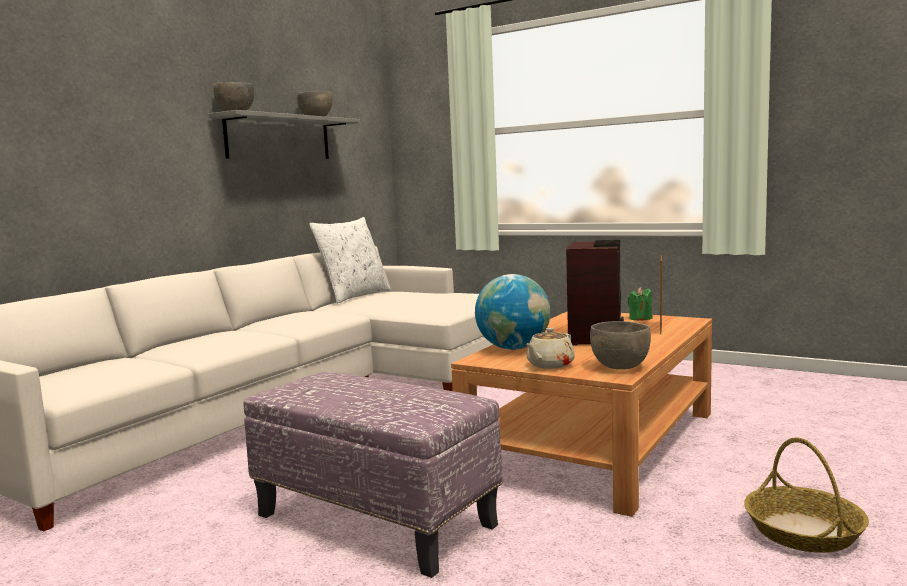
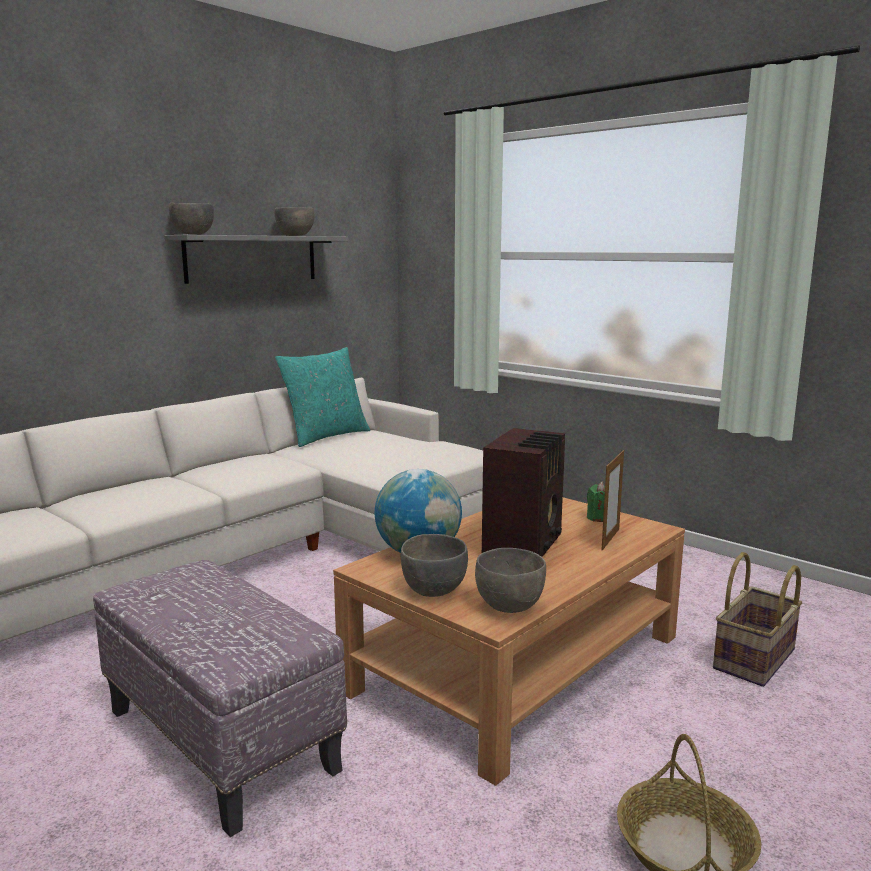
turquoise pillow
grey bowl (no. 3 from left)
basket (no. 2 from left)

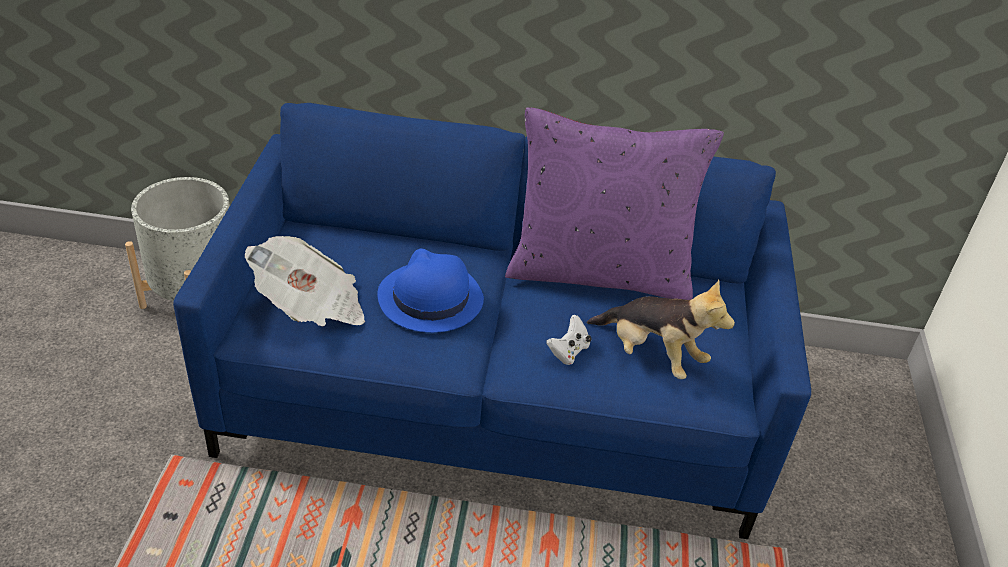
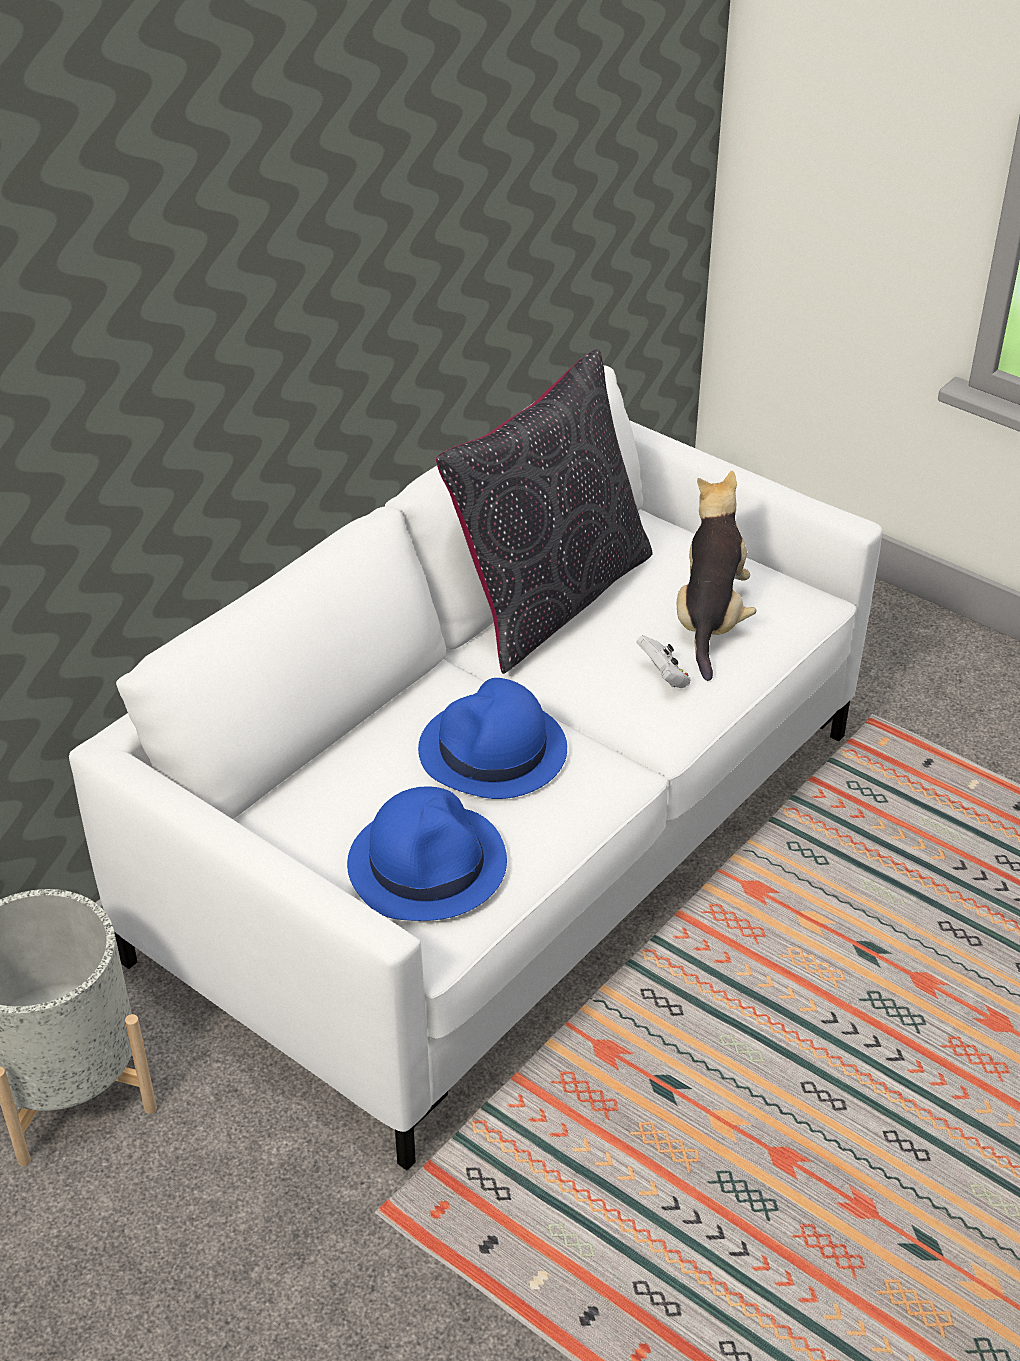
white sofa
black pillow
blue hat (no. 1 from left)
plush toy

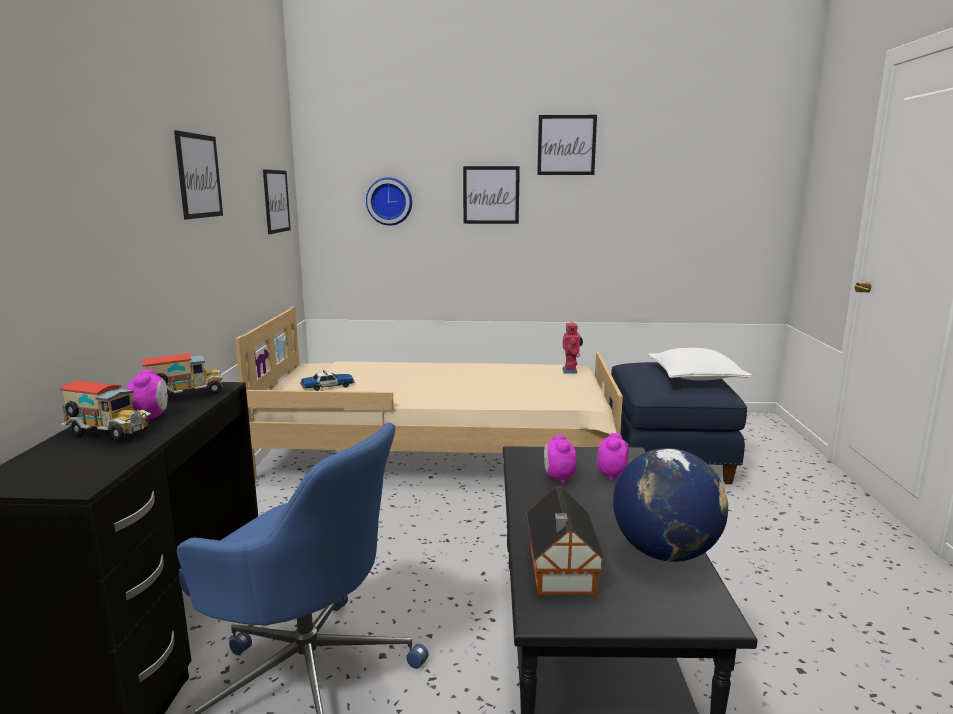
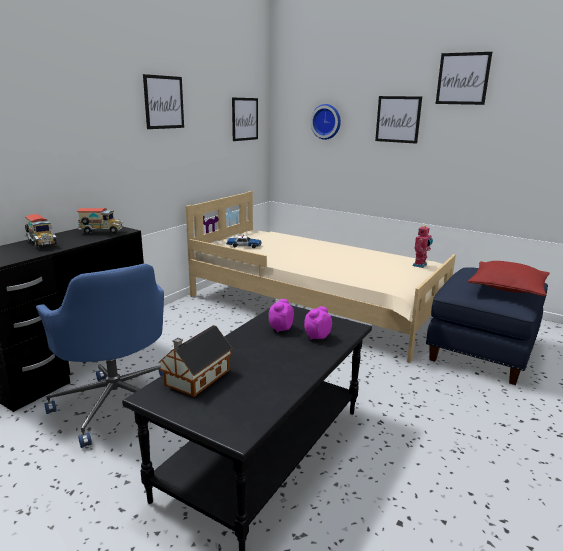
red pillow
alarm clock (no. 1 from left in the first image)
globe

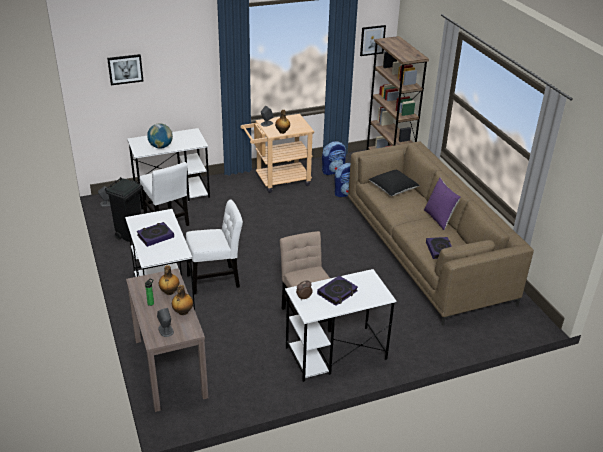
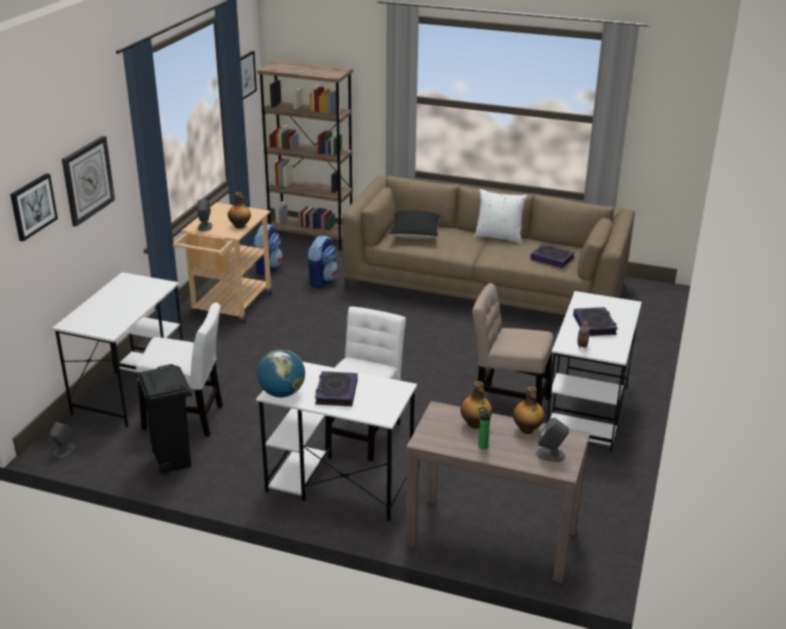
globe
white pillow
wall clock

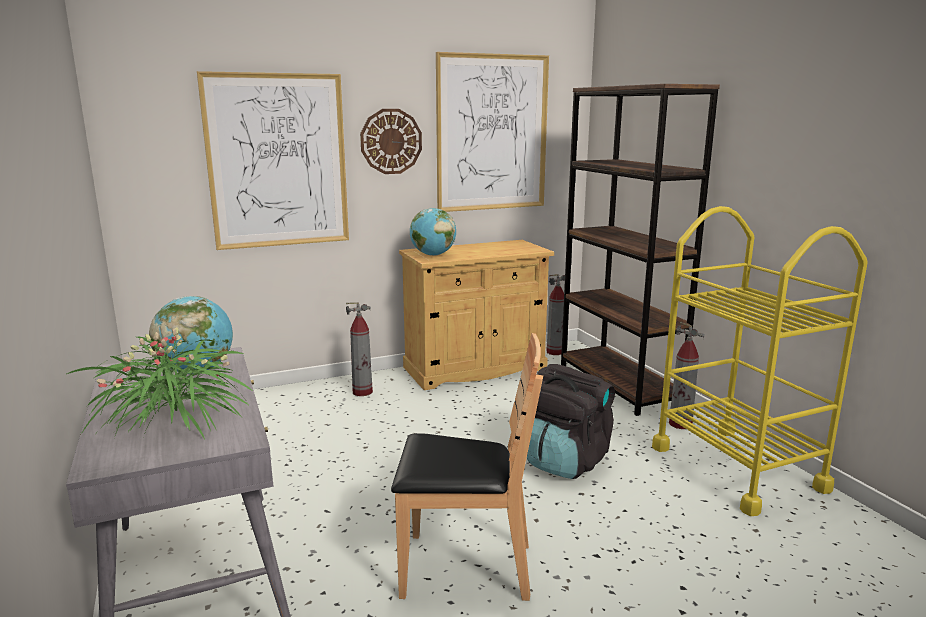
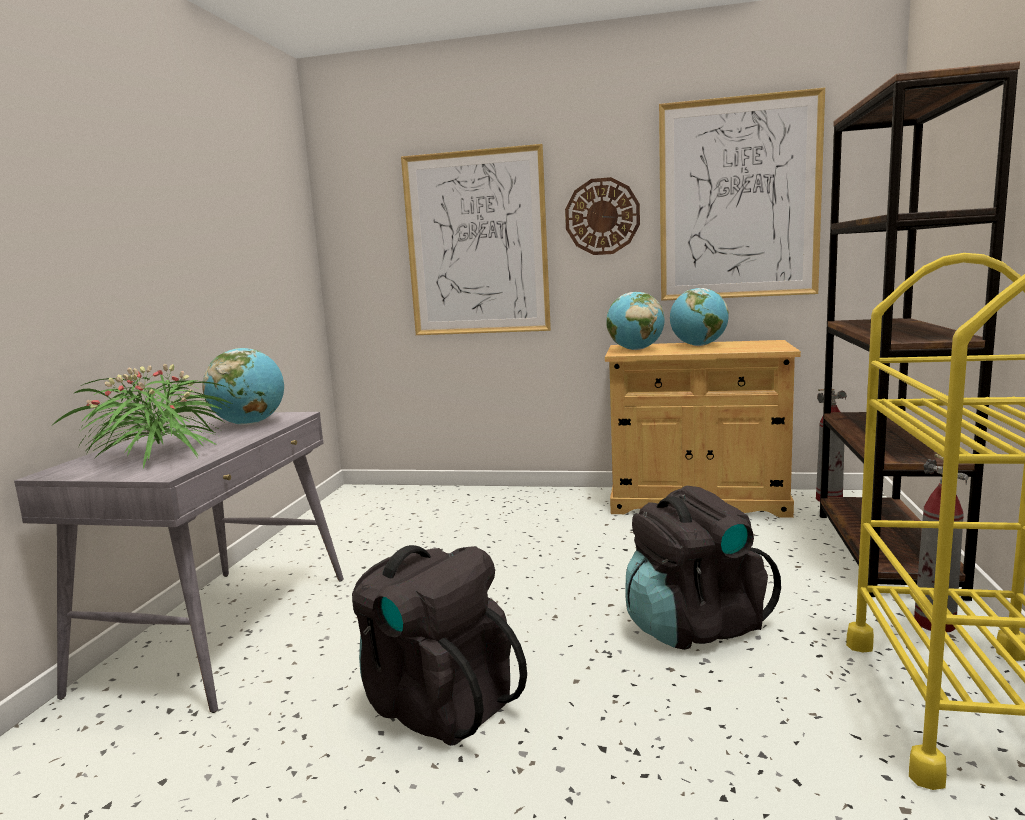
fire extinguisher (no. 1 from left in the first image)
black backpack (no. 1 from left)
globe (no. 3 from left)

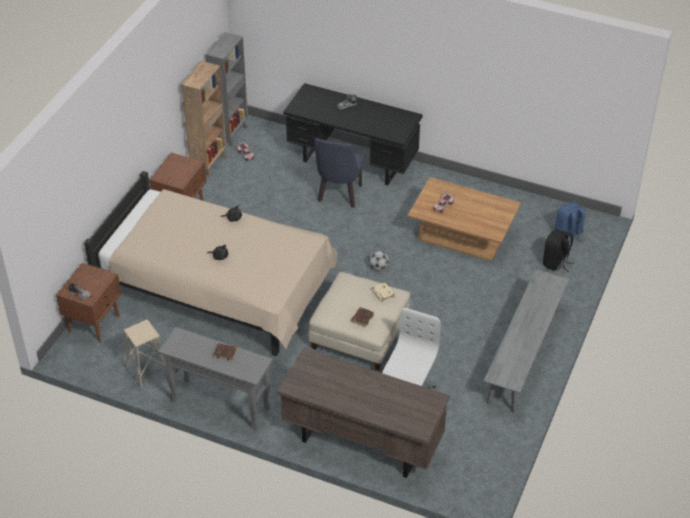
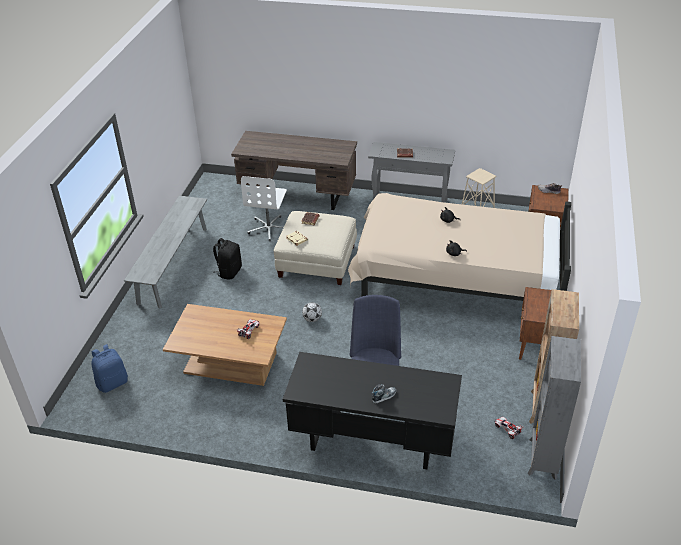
black backpack

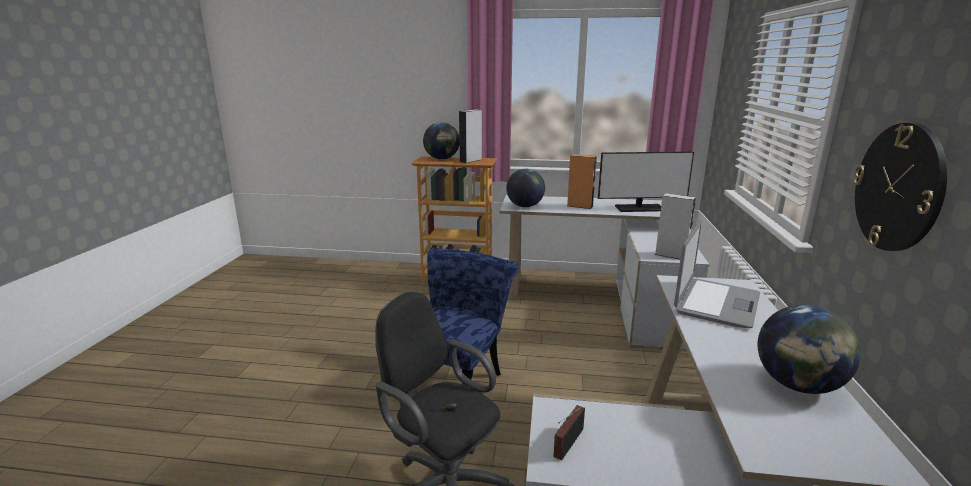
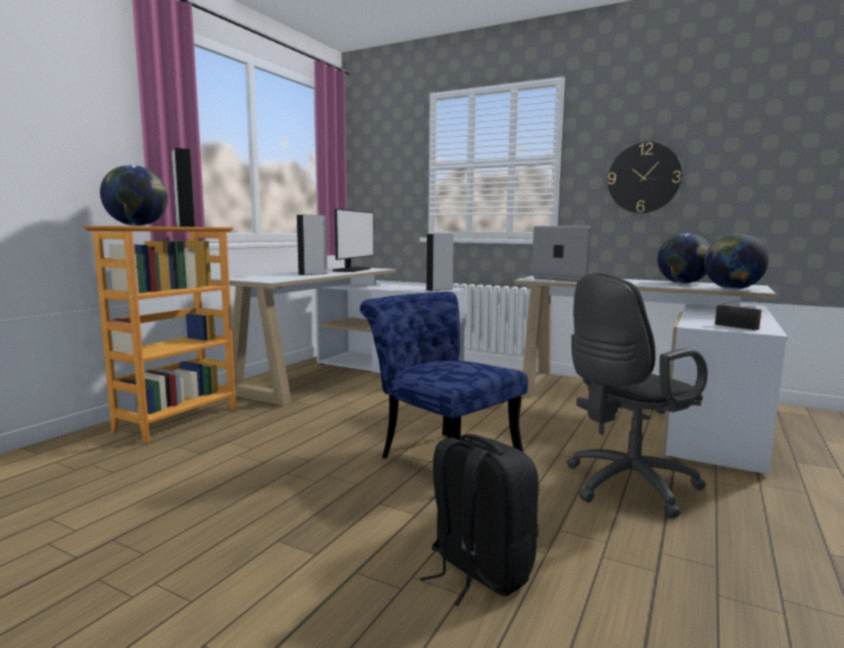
grey speaker (no. 2 from left)
globe (no. 3 from left)
black backpack

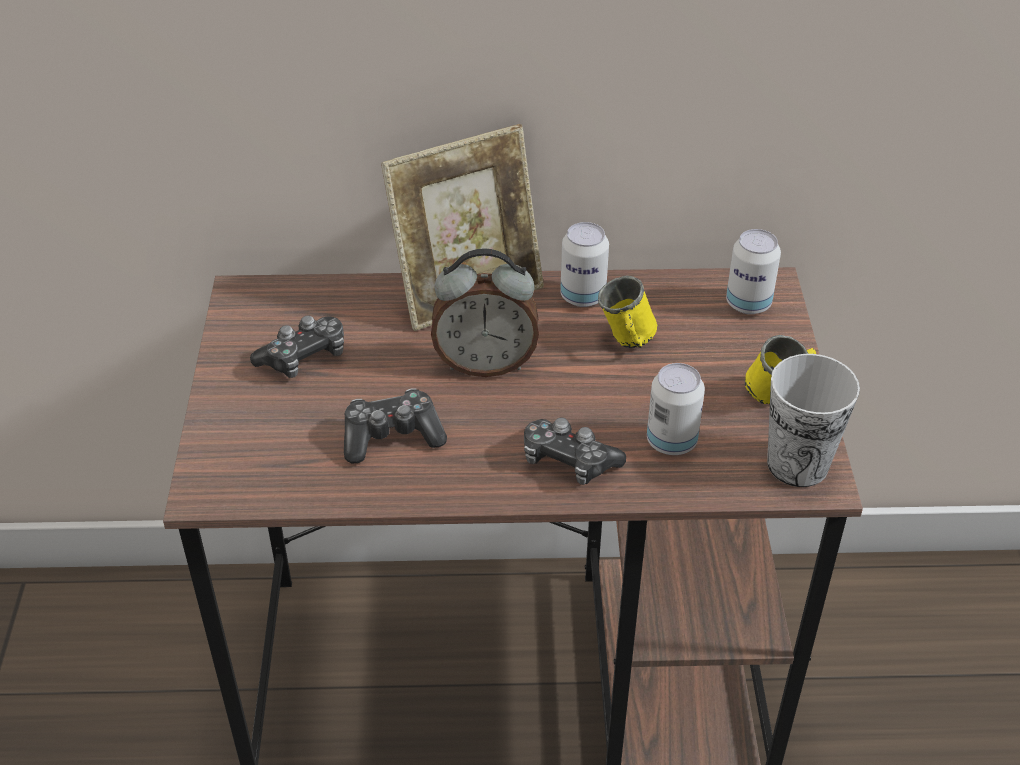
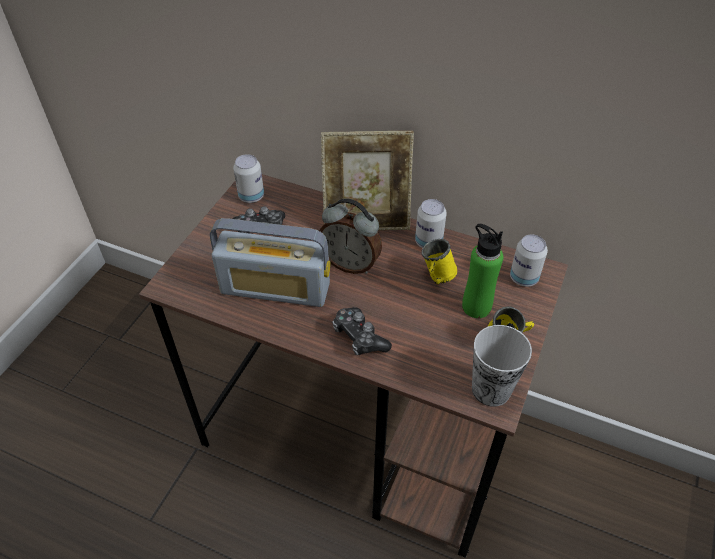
can (no. 1 from left)
radio
green bottle

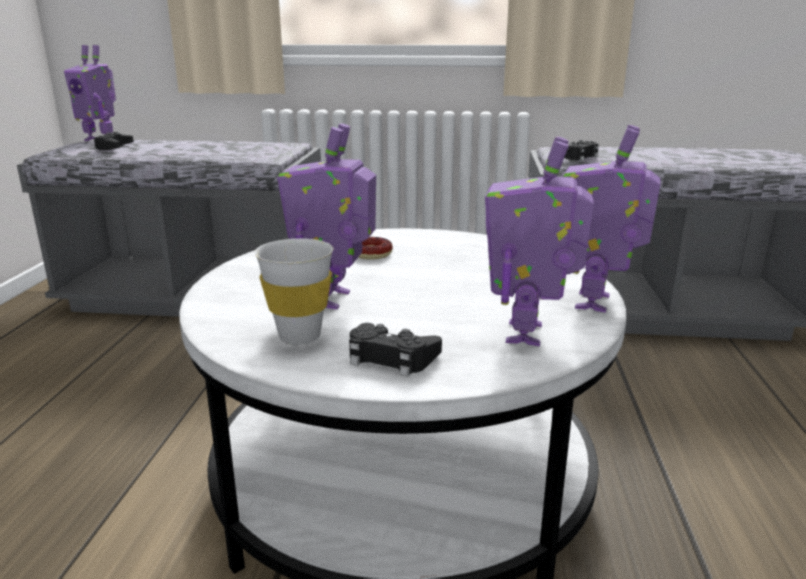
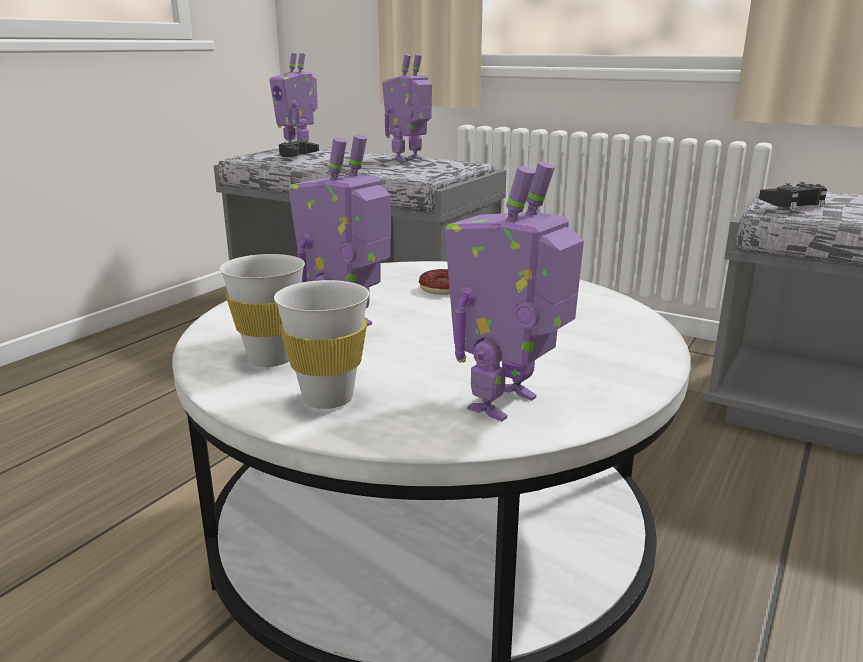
toy robot (no. 3 from left)
white cup (no. 2 from left)

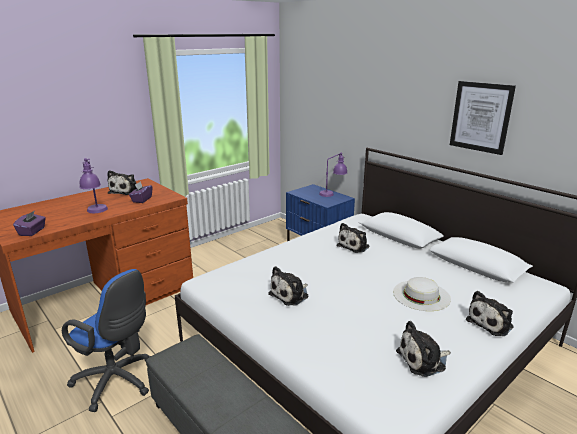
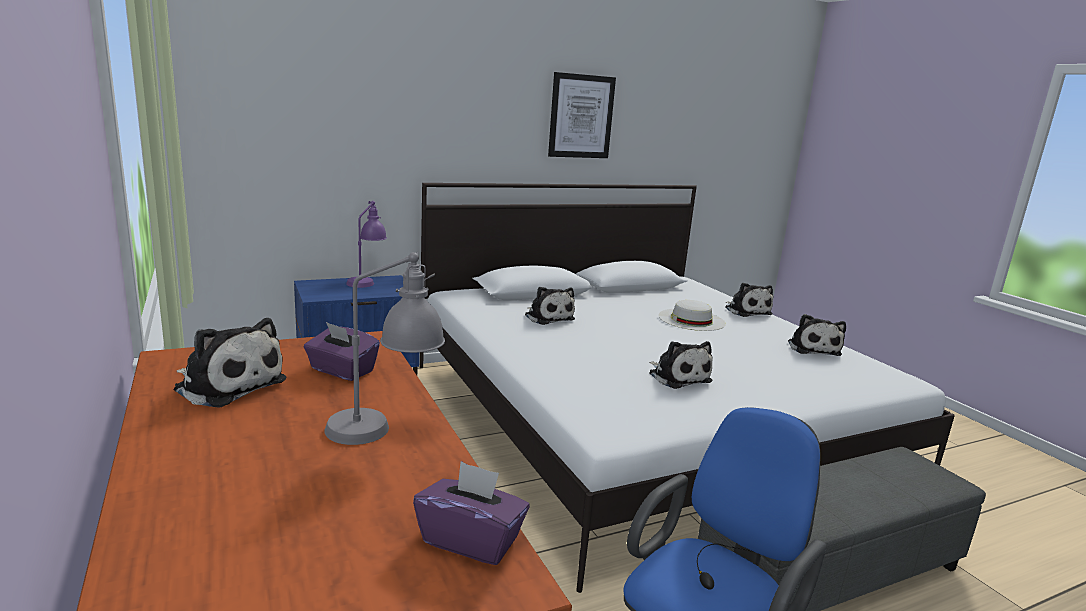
grey table lamp

